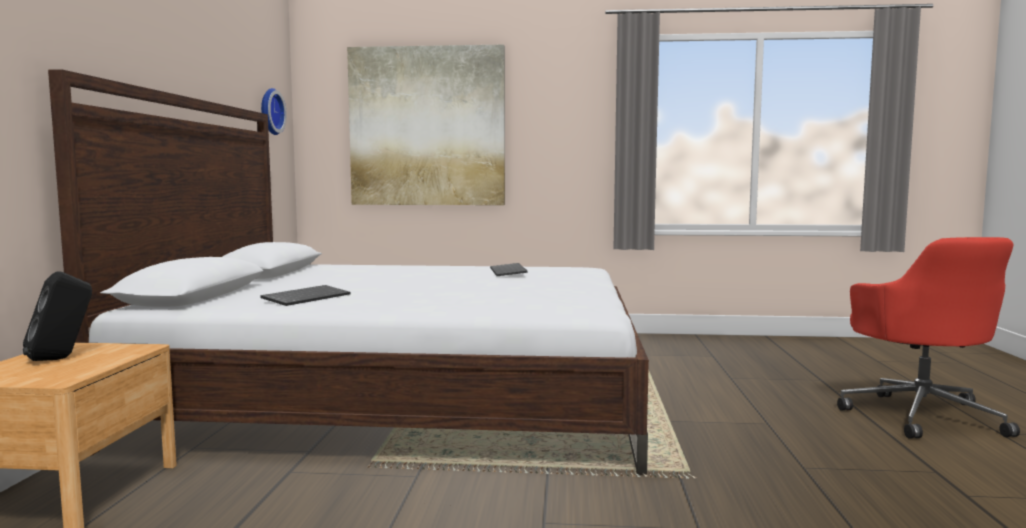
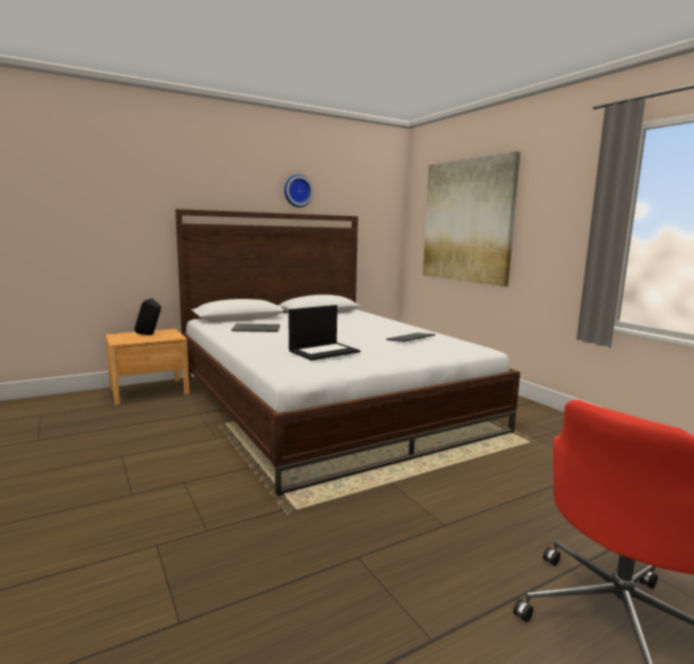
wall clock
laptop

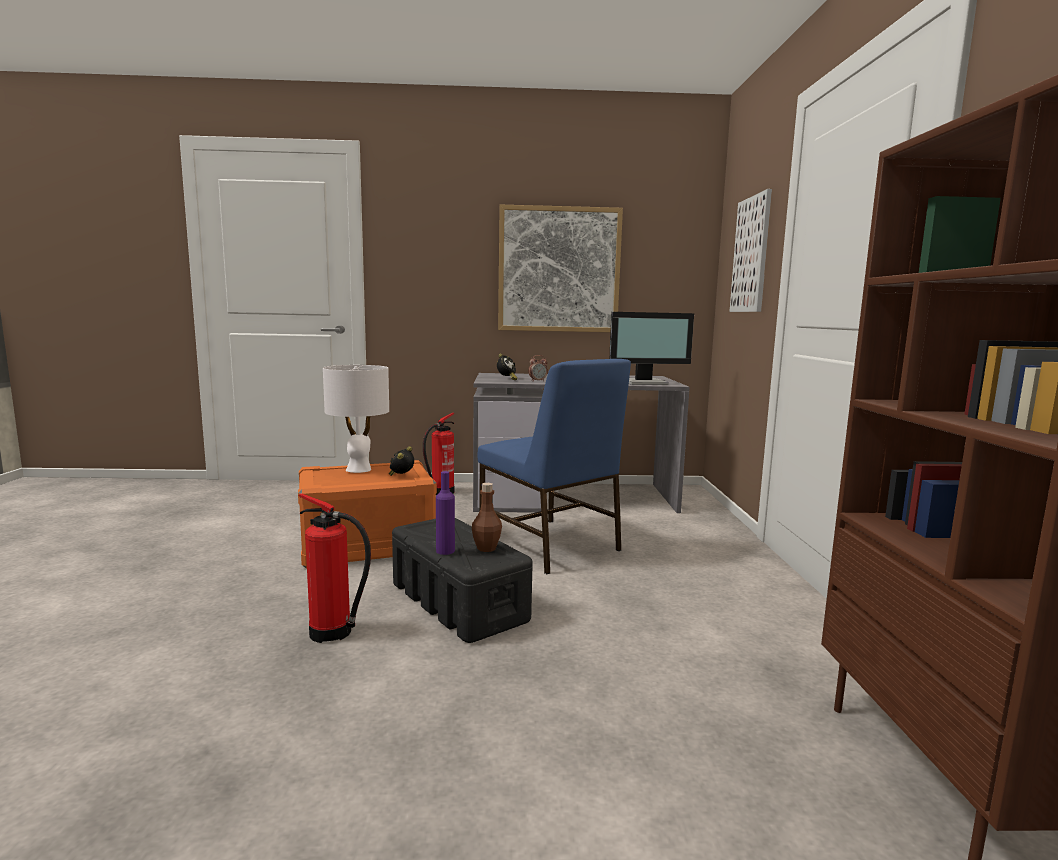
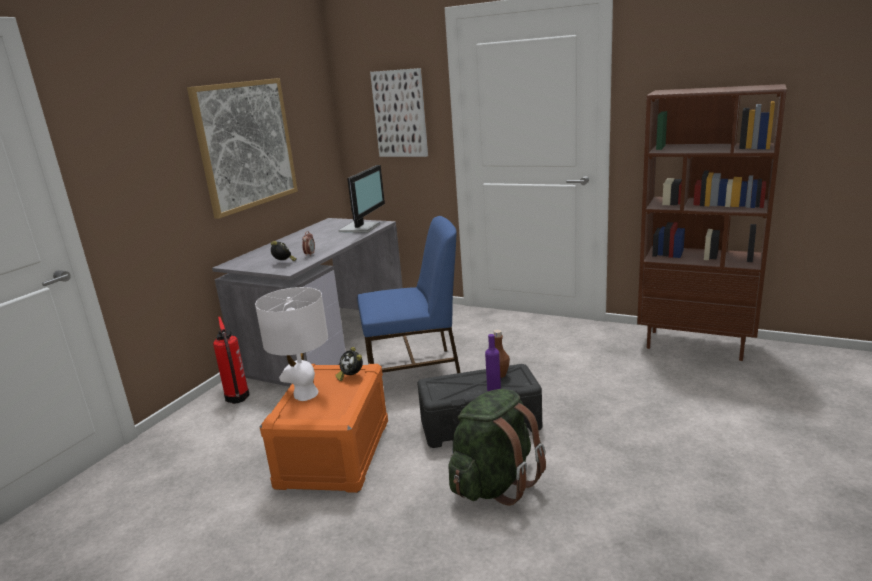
green backpack

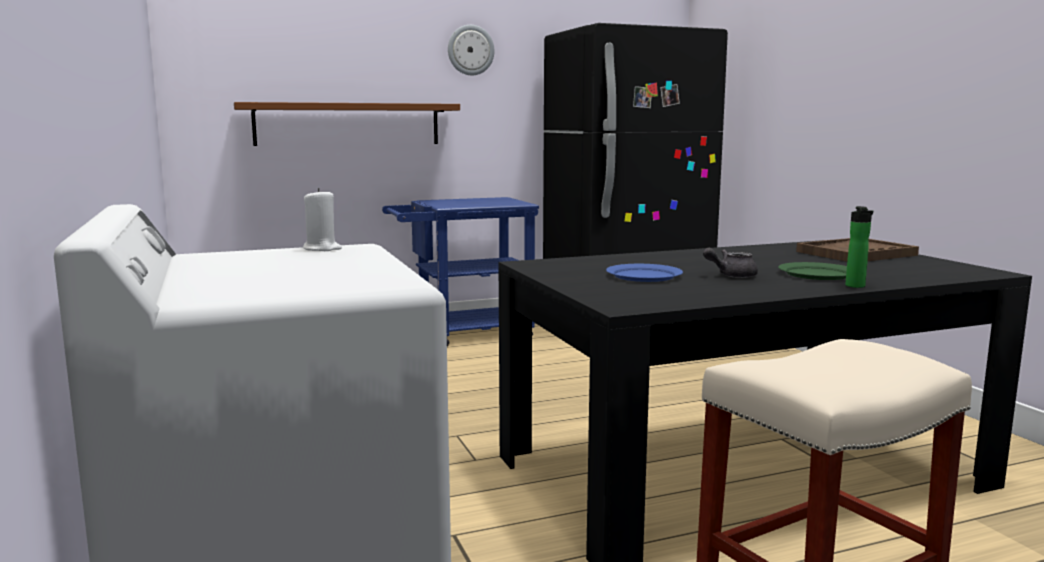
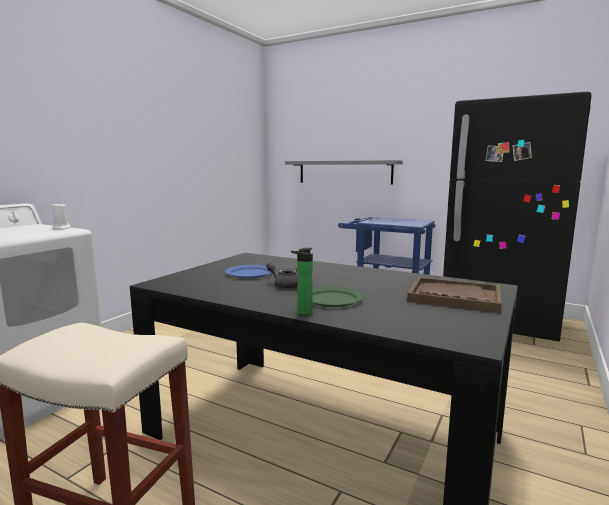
wall clock
grey shelf

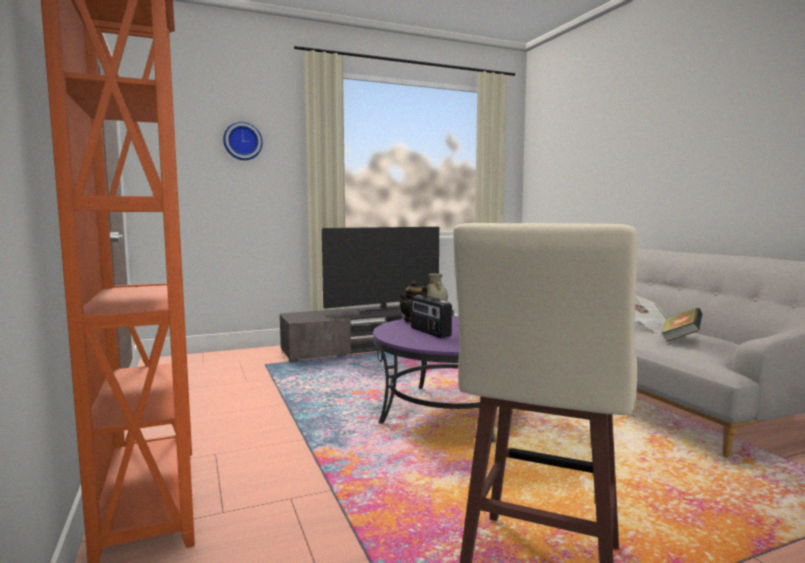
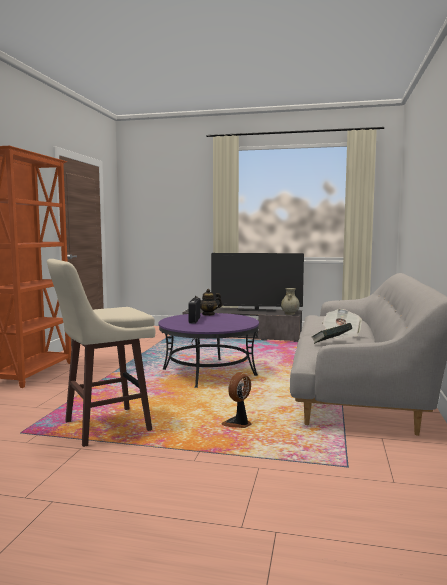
wall clock
fan

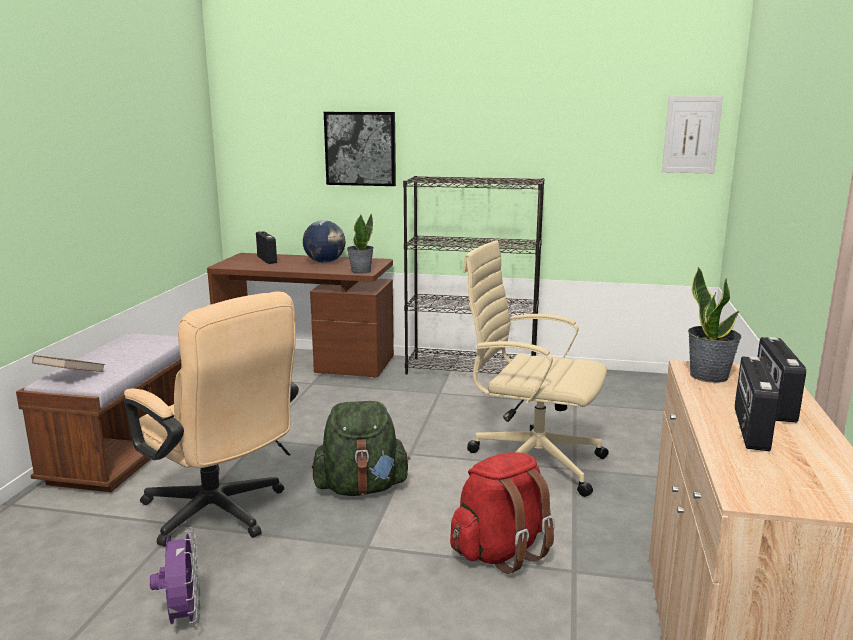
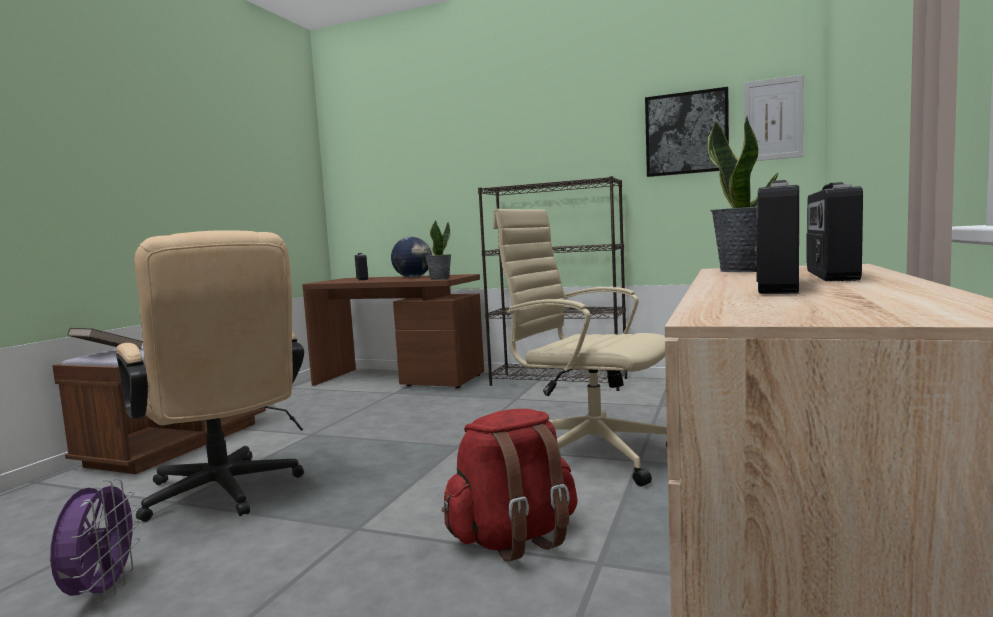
picture (no. 1 from left)
green backpack

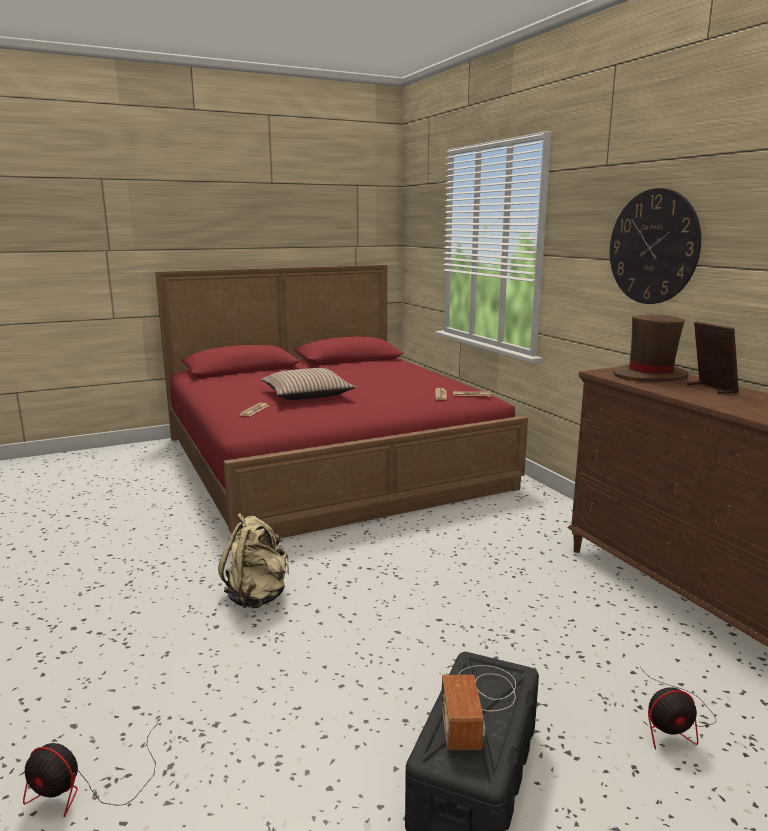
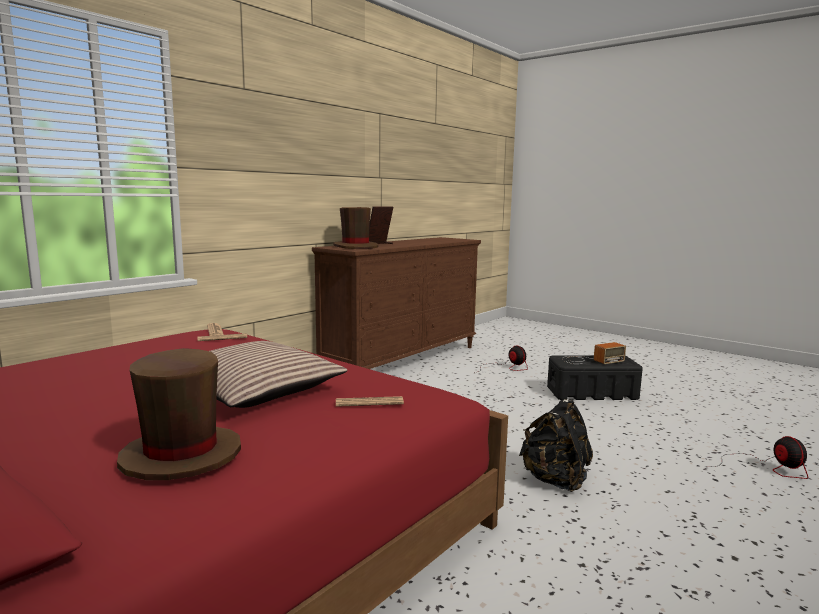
wall clock
black backpack
brown hat (no. 1 from left)

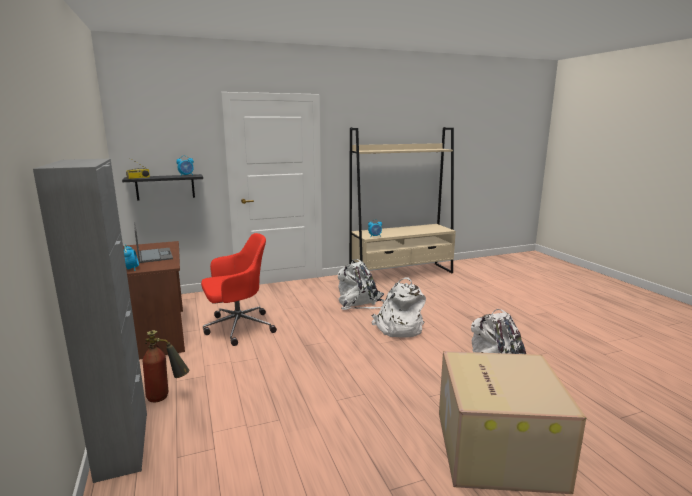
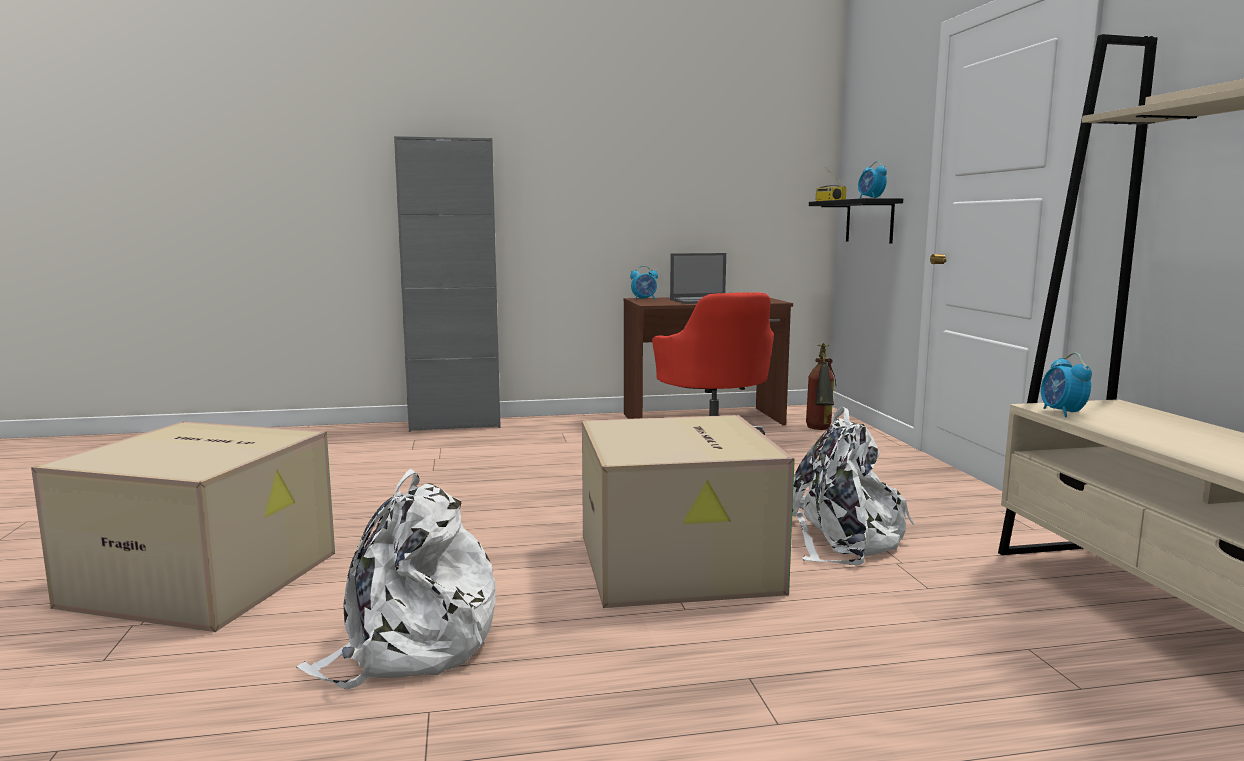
cardboard box (no. 2 from left)
fire extinguisher

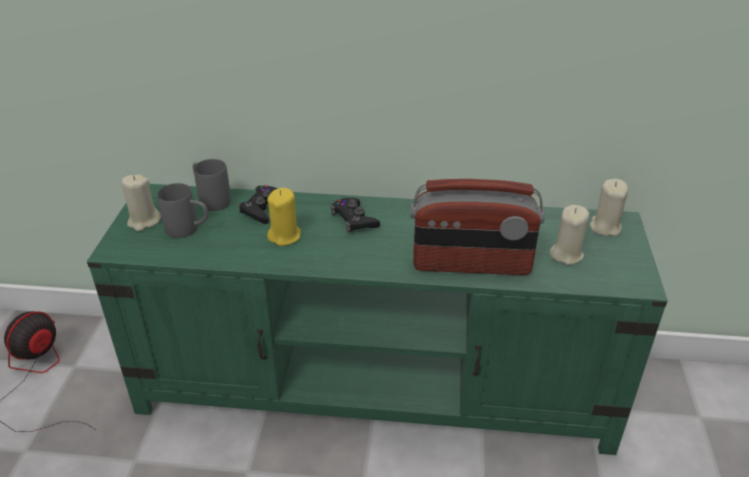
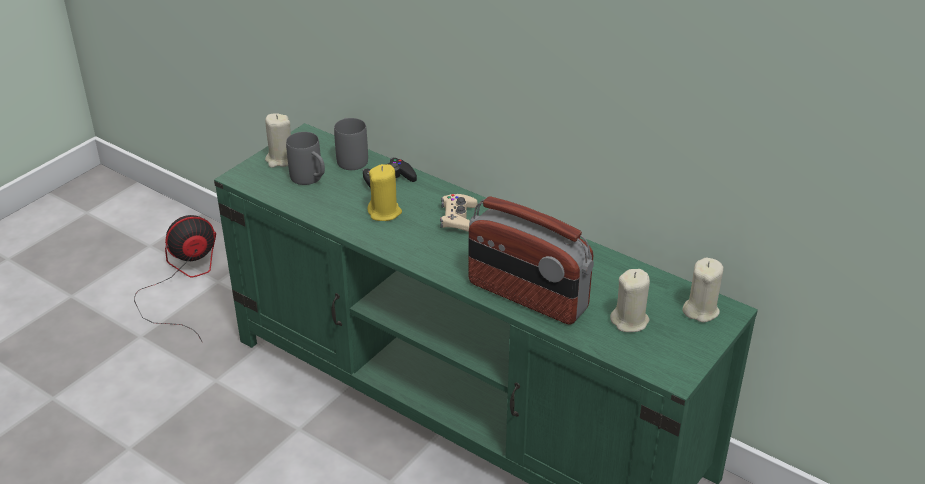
beige game controller

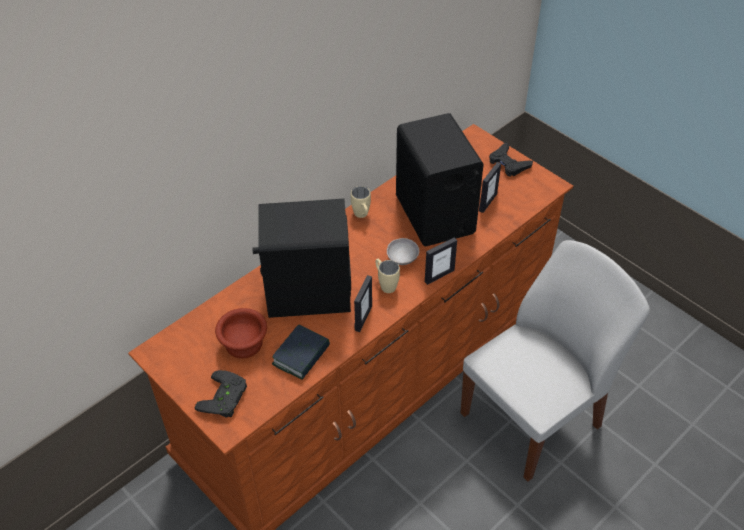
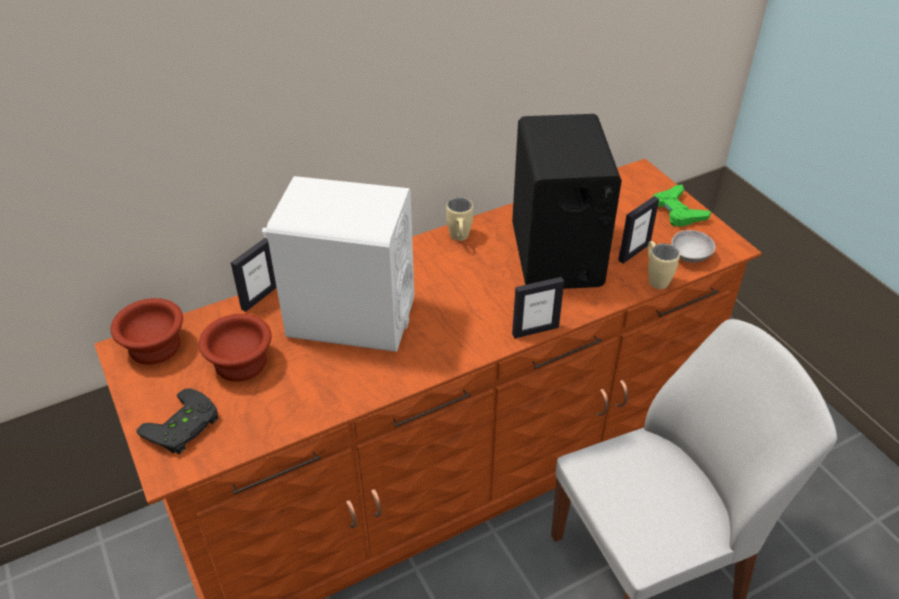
green game controller
white speaker
grey bowl
beige mug (no. 2 from left)
picture frame (no. 1 from left)
book
brown bowl (no. 1 from left)

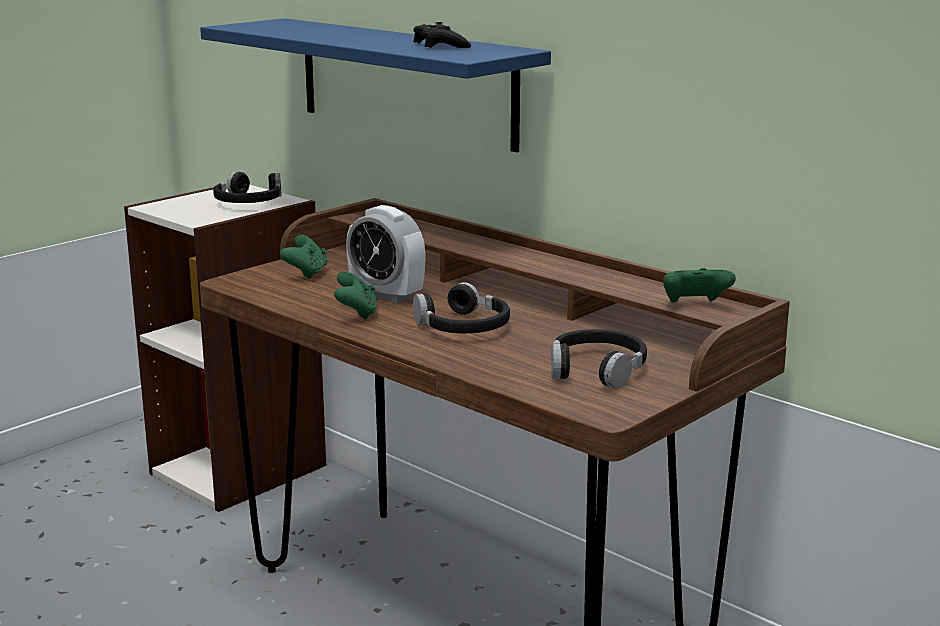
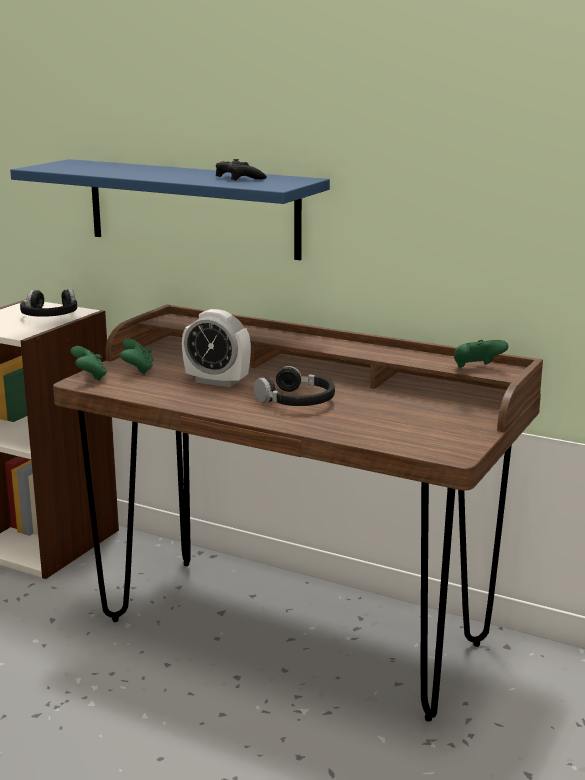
green game controller (no. 1 from left)
black headphones (no. 3 from left in the first image)

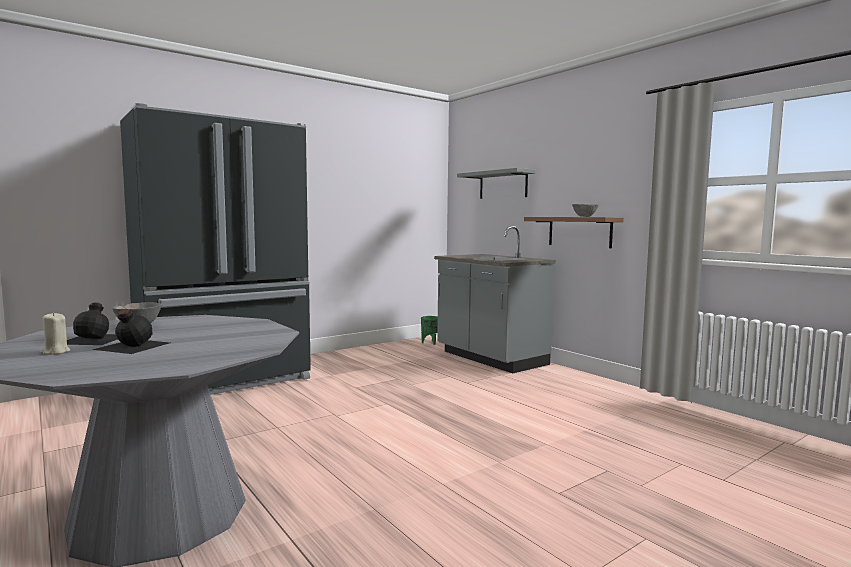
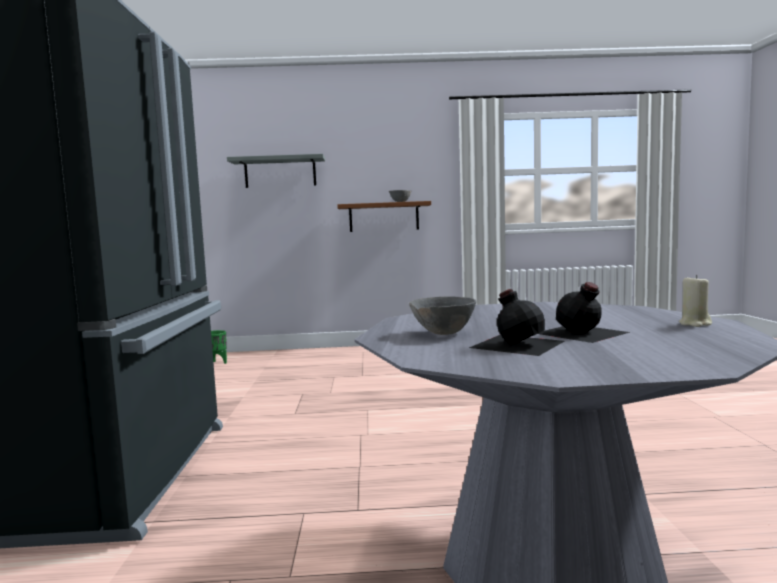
grey counter
beige candle

